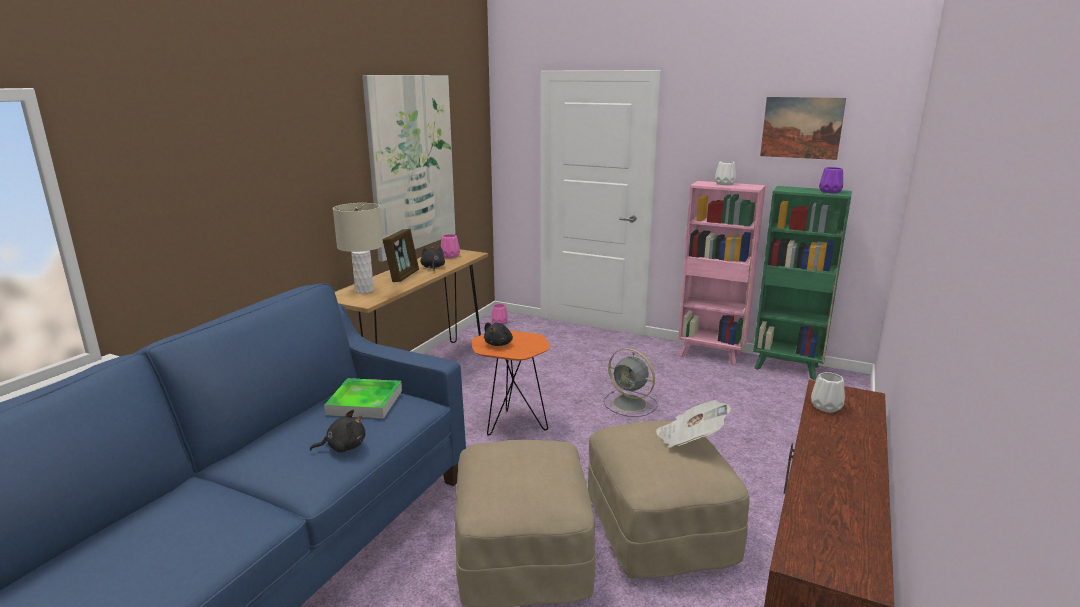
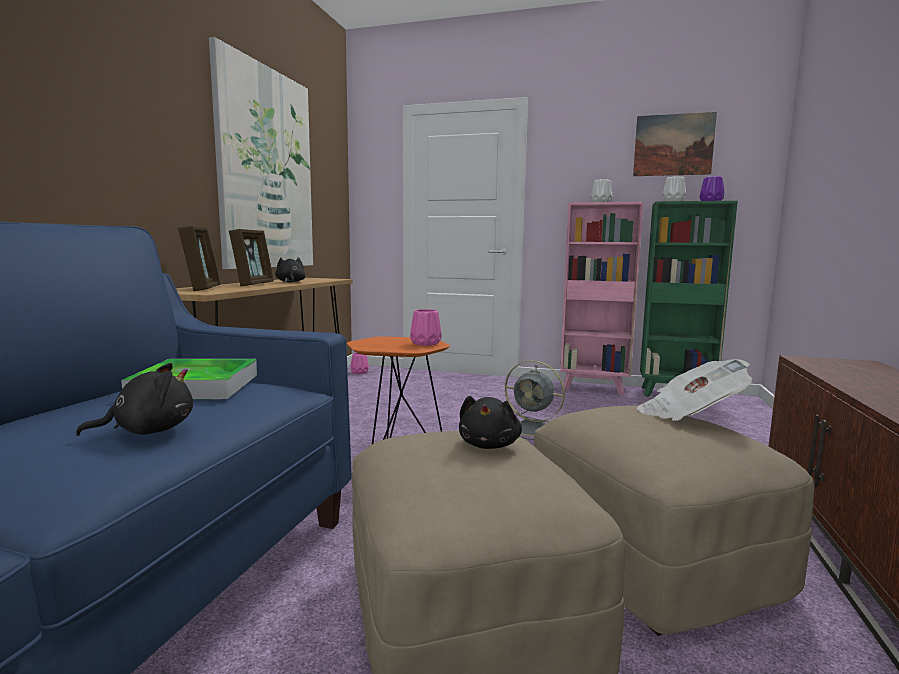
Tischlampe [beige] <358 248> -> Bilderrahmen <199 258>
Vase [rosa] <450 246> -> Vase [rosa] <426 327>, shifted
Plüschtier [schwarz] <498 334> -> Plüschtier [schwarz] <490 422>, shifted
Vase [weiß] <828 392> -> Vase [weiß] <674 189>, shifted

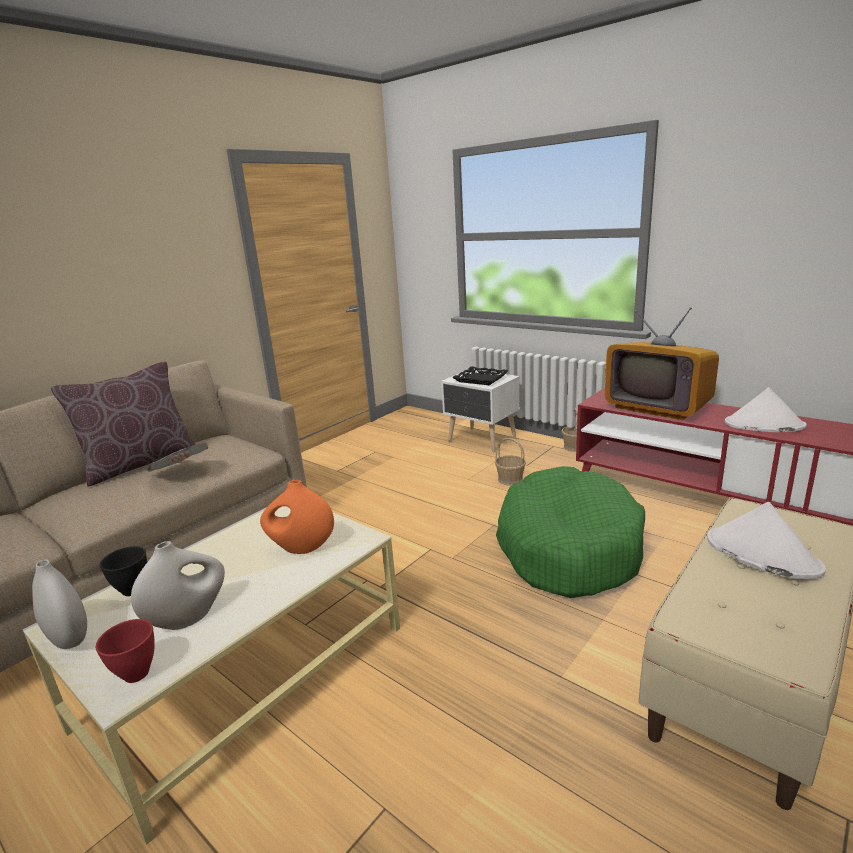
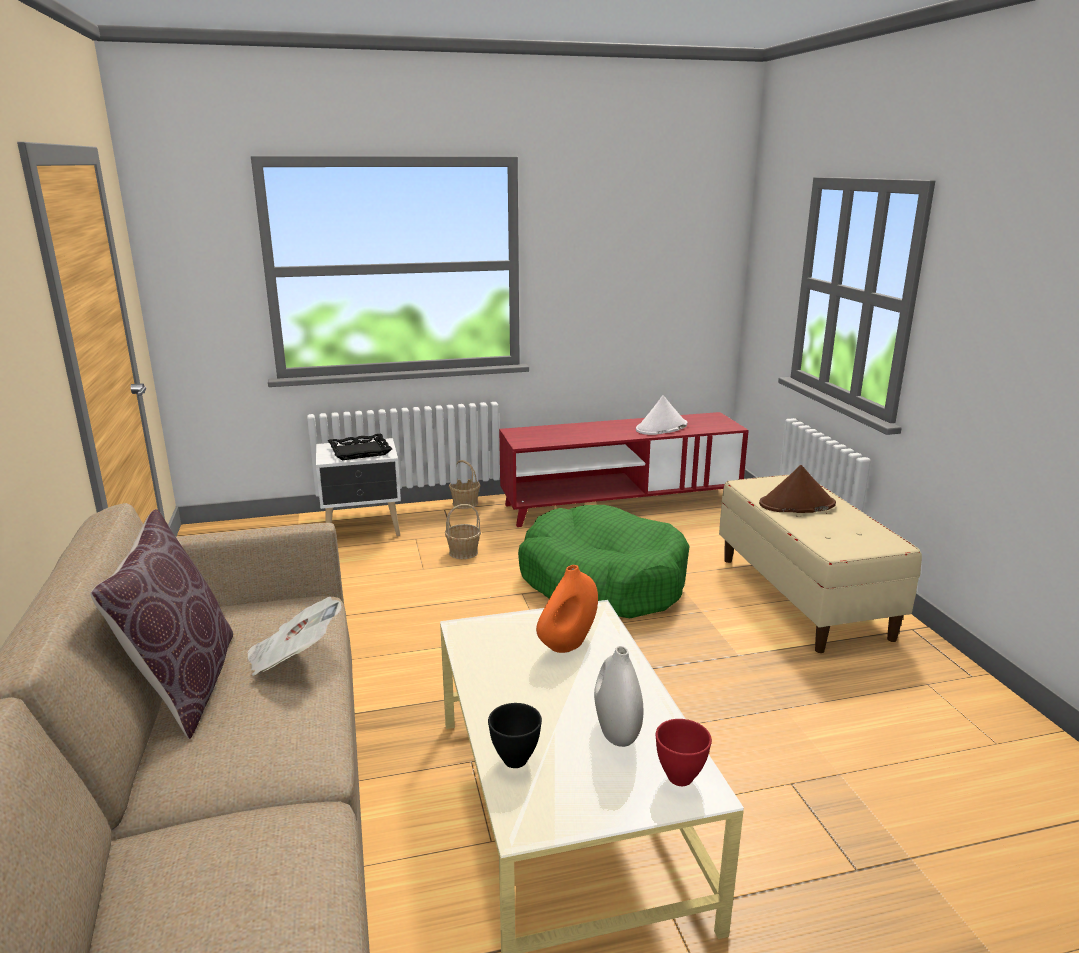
Fernseher <662 363> -> none
Hut [weiß] <766 540> -> Hut [braun] <797 489>
Vase [weiß] <59 604> -> none

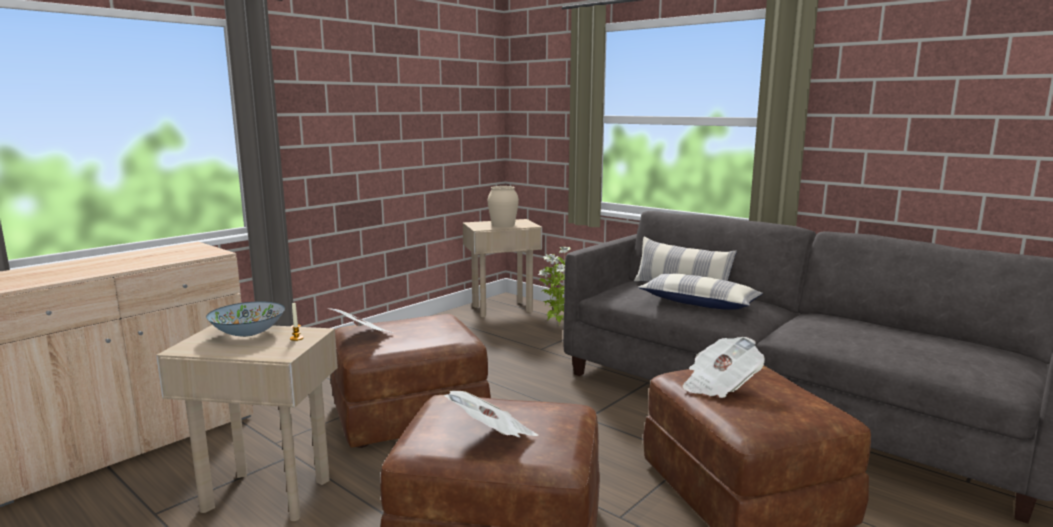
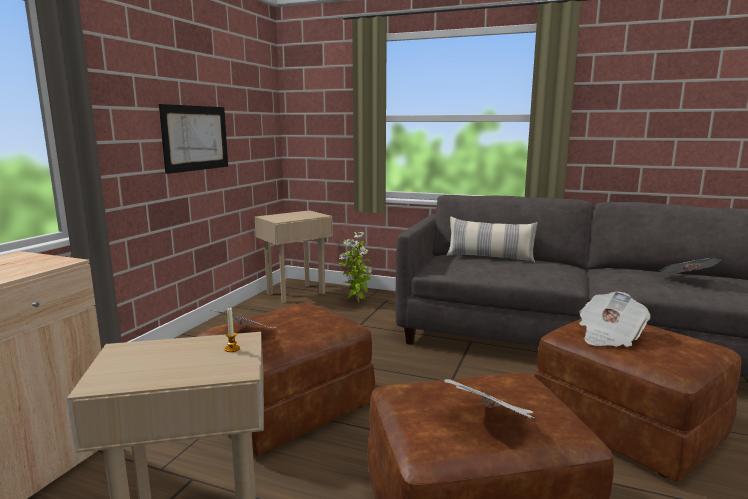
Vase [beige] <503 207> -> none
Kissen <700 292> -> none
Schüssel <245 319> -> none
none -> Bild <193 139>
none -> Zeitung <689 266>

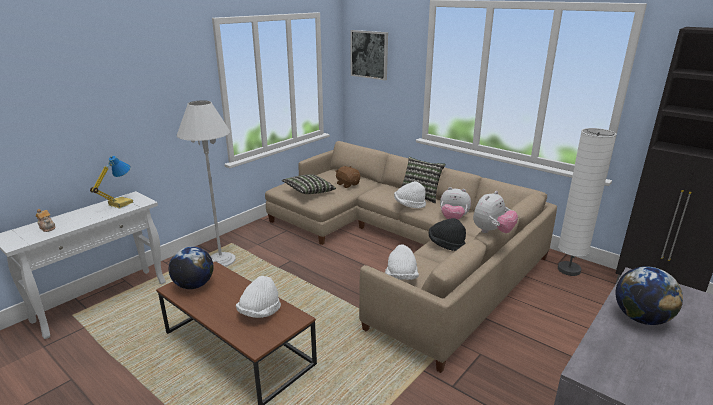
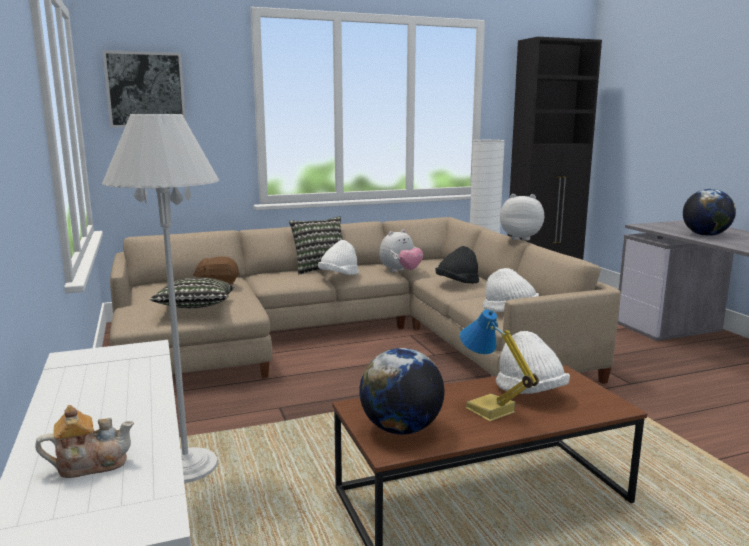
Tischlampe <112 182> -> Tischlampe <499 365>, shifted
Plüschtier <495 212> -> Plüschtier <522 217>, 60 degrees counterclockwise

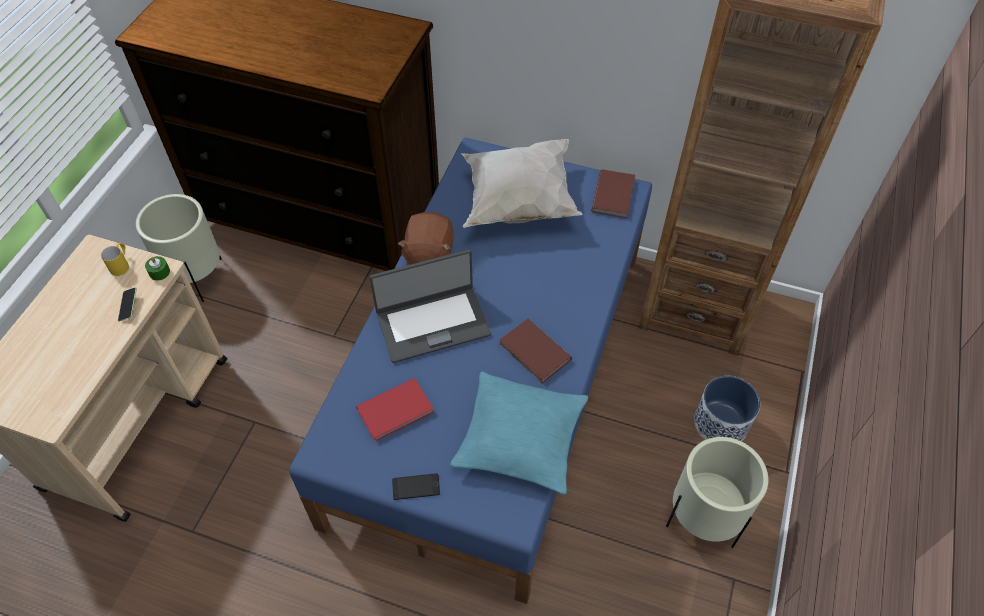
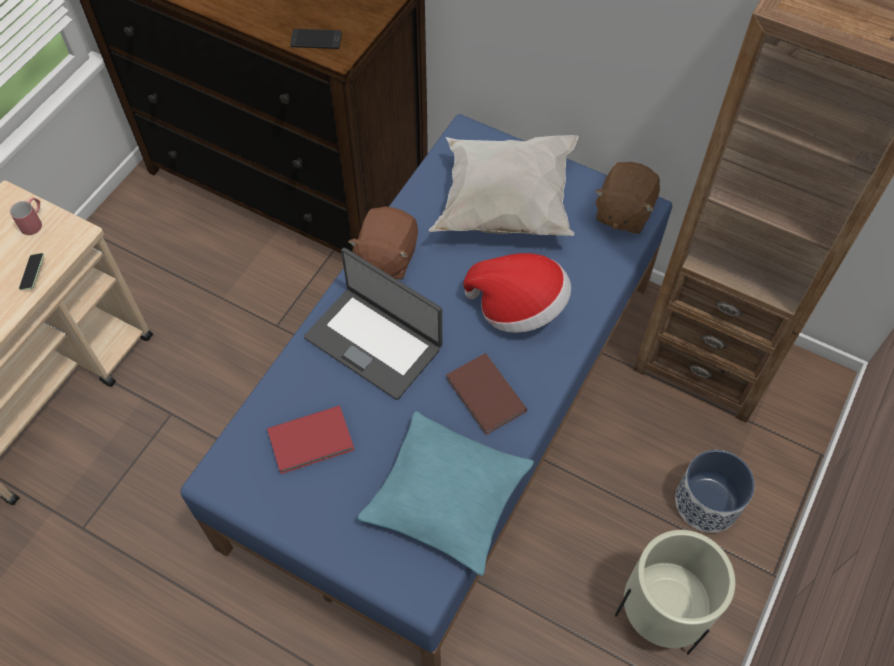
Buch [braun] <613 193> -> Plüschtier [braun] <627 198>
Pflanzkübel [beige] <179 248> -> none
Henkelbecher [gelb] <115 259> -> Henkelbecher [rot] <26 216>
Laptop <430 306> -> Laptop <373 324>, 45 degrees clockwise
Kerze [grün] <157 268> -> none
Handy <416 486> -> Handy <316 39>, shifted
none -> Hut <517 293>

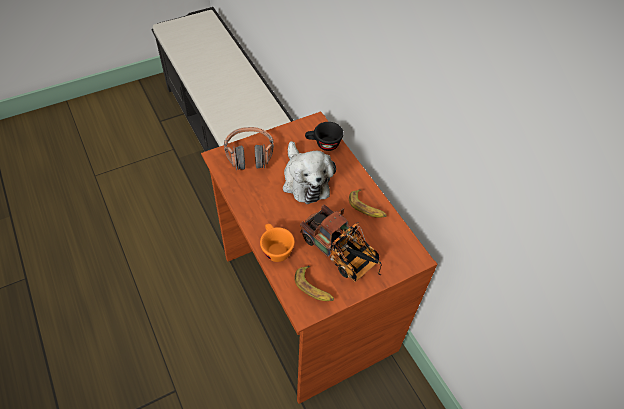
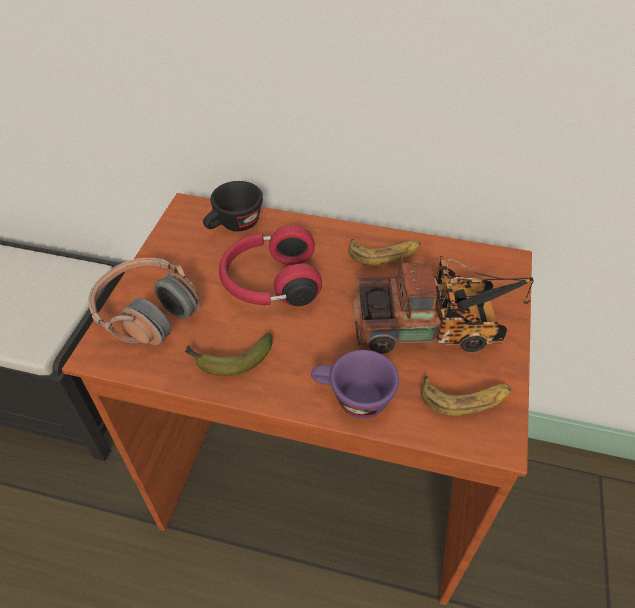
Plüschtier <309 172> -> Kopfhörer [rot] <270 265>
Tasse [orange] <277 243> -> Tasse [lila] <355 384>
none -> Banane <229 354>

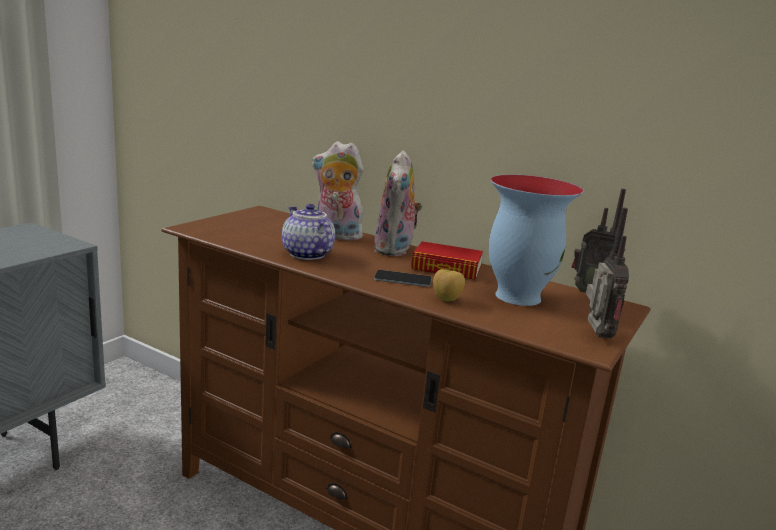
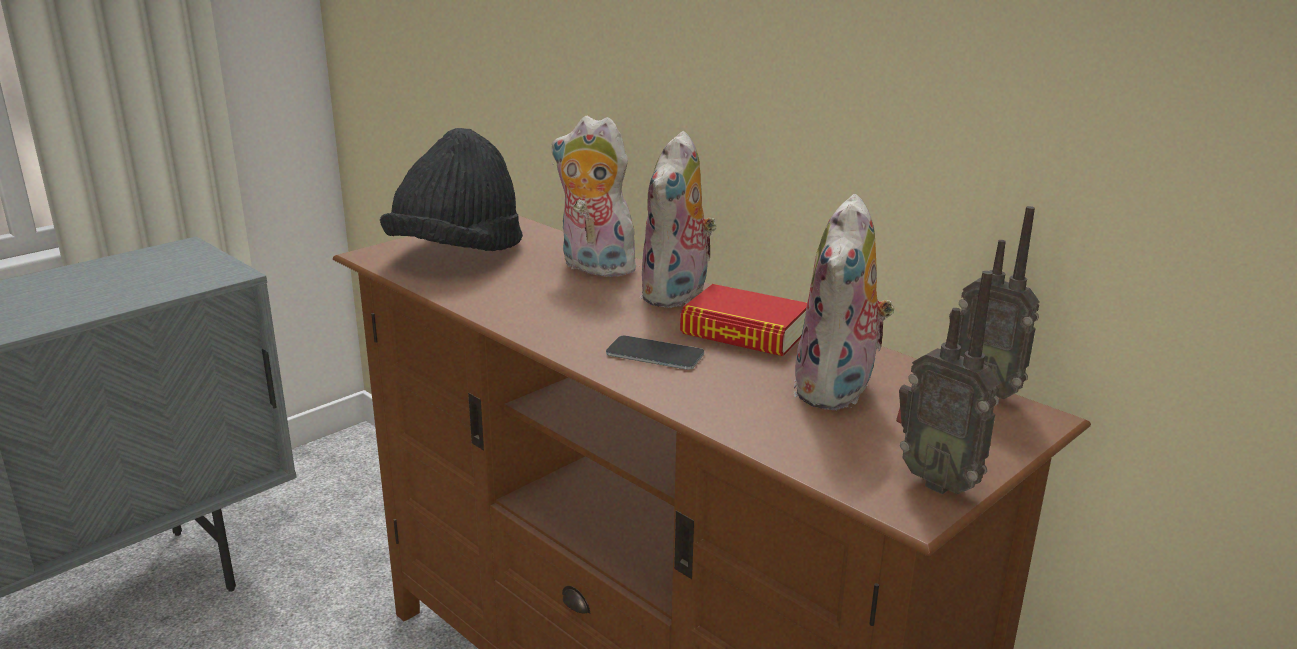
Vase <536 240> -> Plüschtier <844 302>
Teekanne <308 232> -> none
Radio <607 272> -> Radio <948 382>, 120 degrees clockwise
Apfel <449 285> -> none
none -> Hut [schwarz] <451 189>

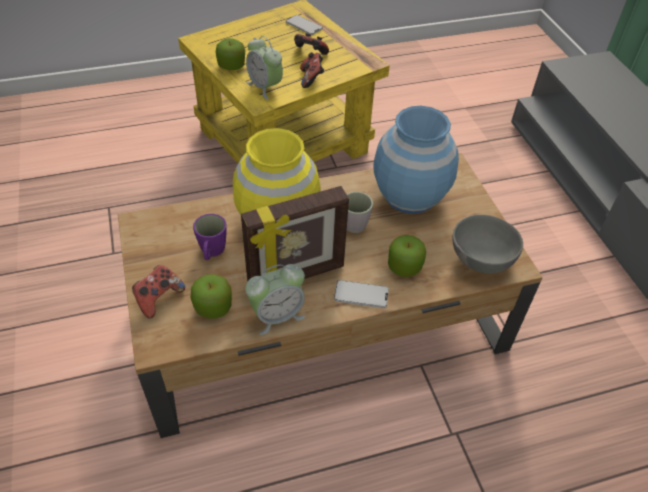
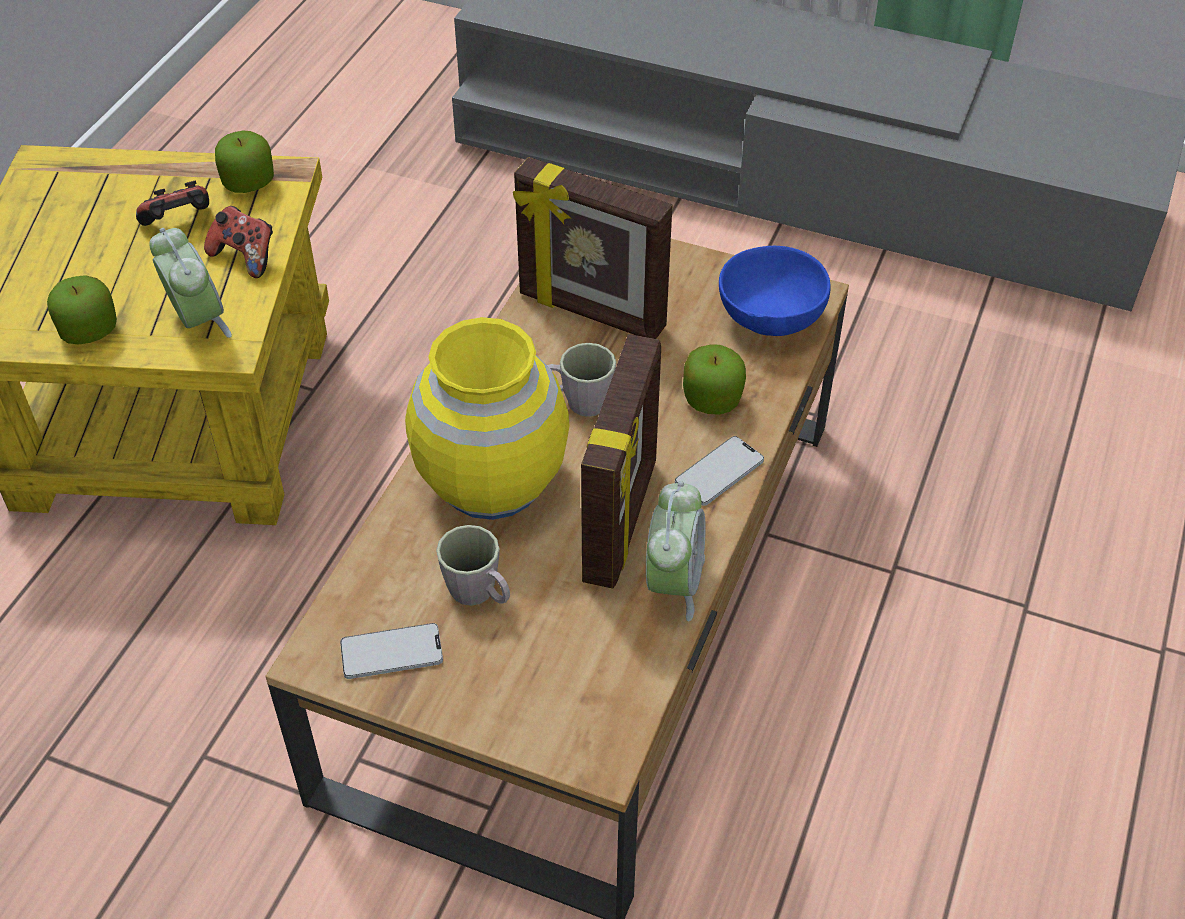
Handy <304 25> -> Handy <391 651>, shifted
Wecker <264 68> -> Wecker <190 283>, 120 degrees counterclockwise
Vase [blau] <416 160> -> Bilderrahmen <592 248>
Henkelbecher [lila] <210 237> -> Henkelbecher [grau] <473 565>
Schüssel [grau] <487 244> -> Schüssel [blau] <775 291>
Gamepad <158 291> -> none
Apfel <211 296> -> Apfel <244 162>, shifted

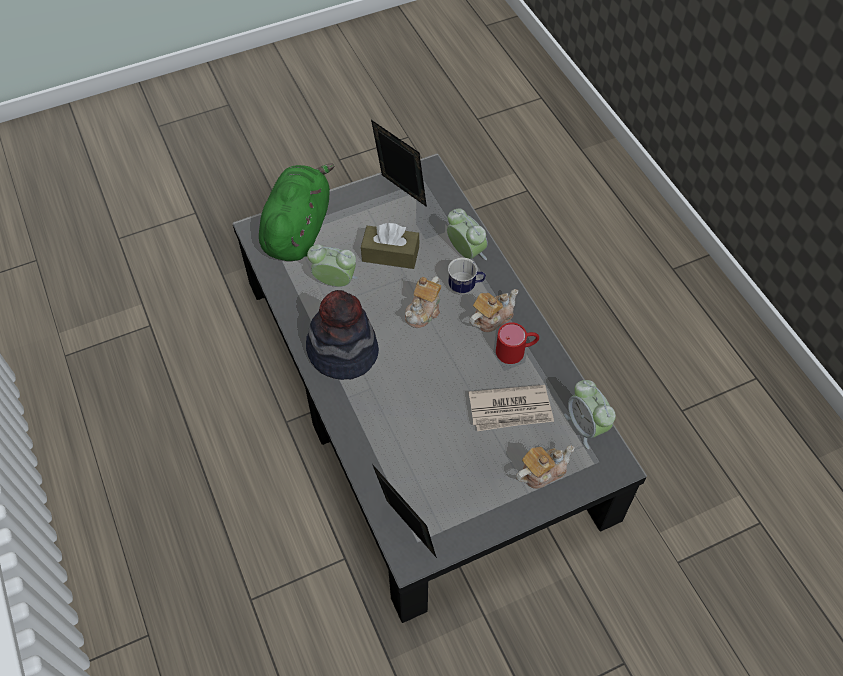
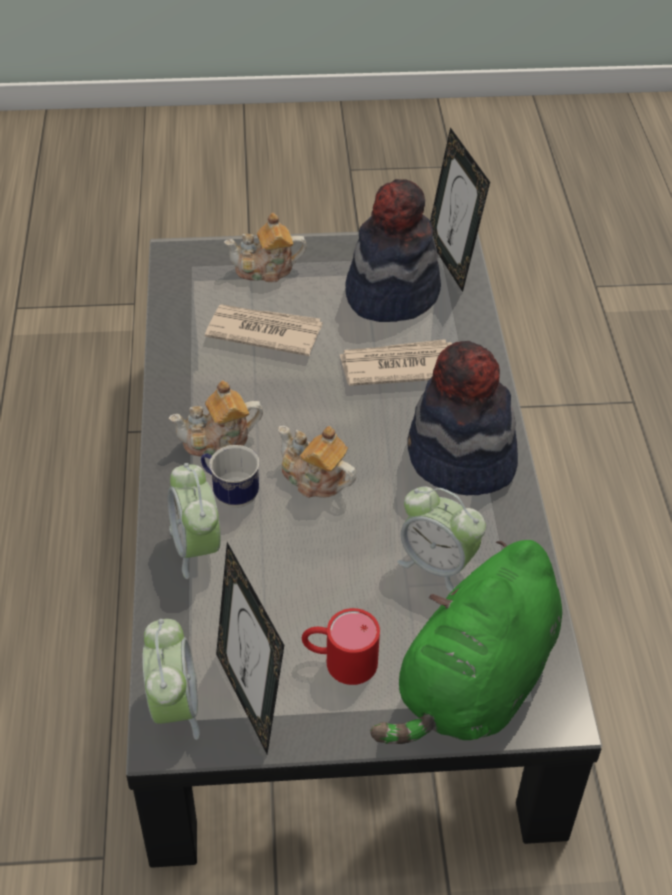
Taschentuchbox [braun] <390 246> -> none
Teekanne <423 302> -> Teekanne <317 462>, 105 degrees counterclockwise
Henkelbecher [rot] <517 343> -> Henkelbecher [rot] <341 646>, shifted
Wecker <590 414> -> Wecker <171 679>, shifted
none -> Hut <393 250>
none -> Zeitung <396 362>

